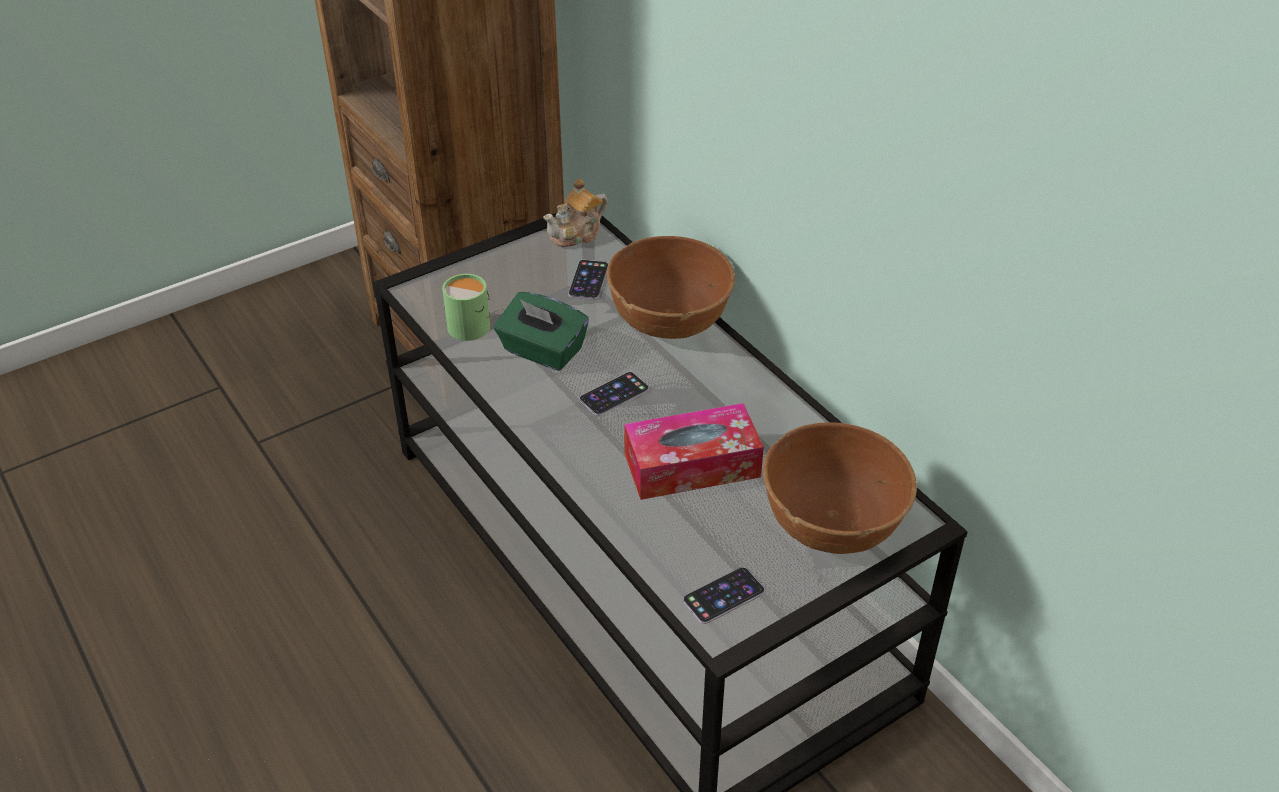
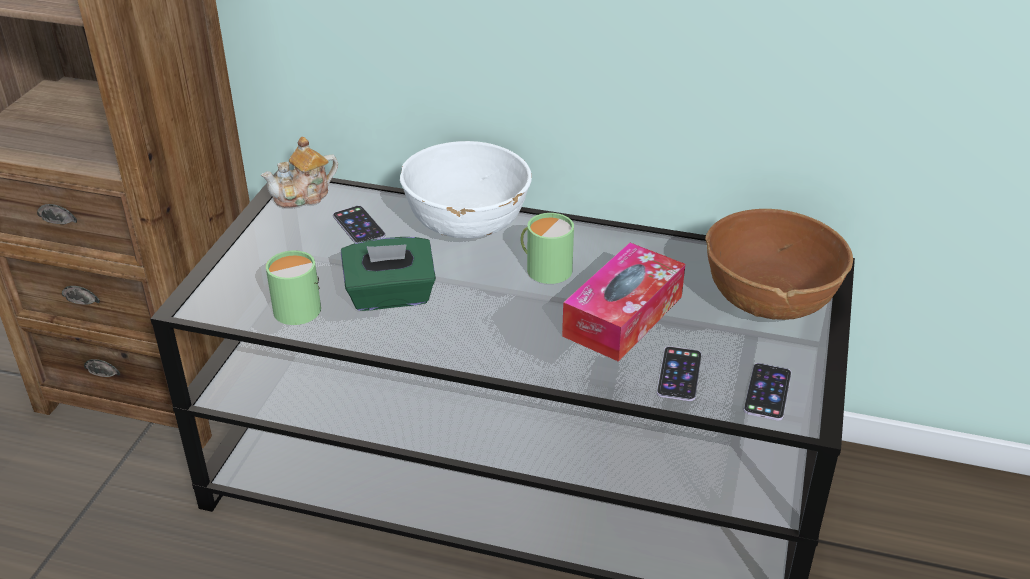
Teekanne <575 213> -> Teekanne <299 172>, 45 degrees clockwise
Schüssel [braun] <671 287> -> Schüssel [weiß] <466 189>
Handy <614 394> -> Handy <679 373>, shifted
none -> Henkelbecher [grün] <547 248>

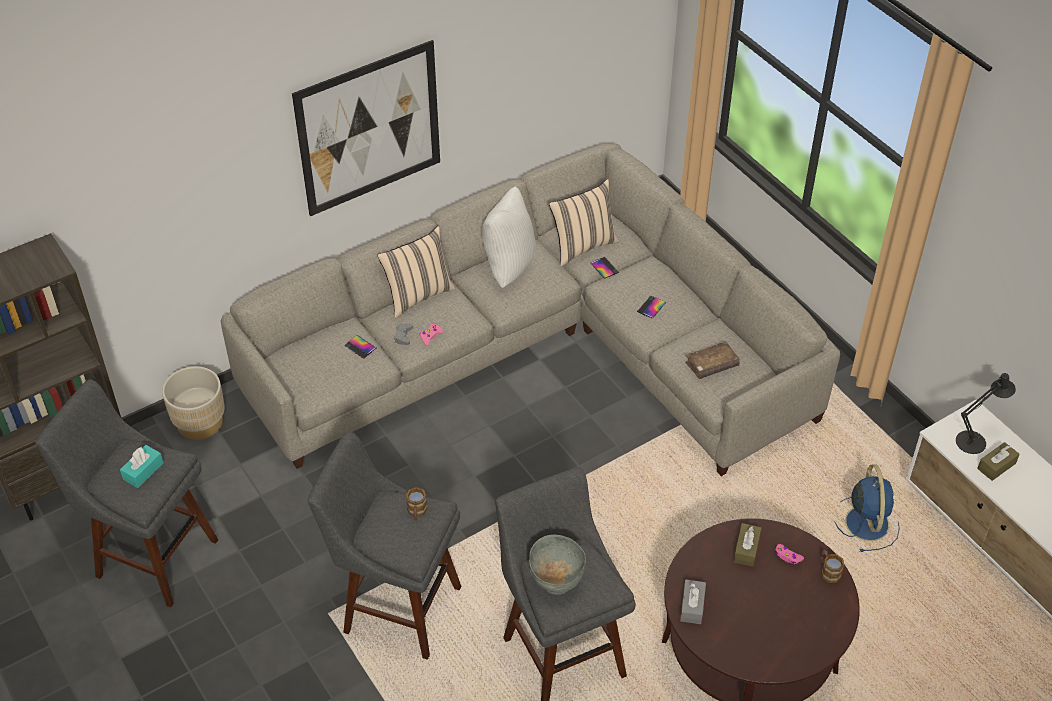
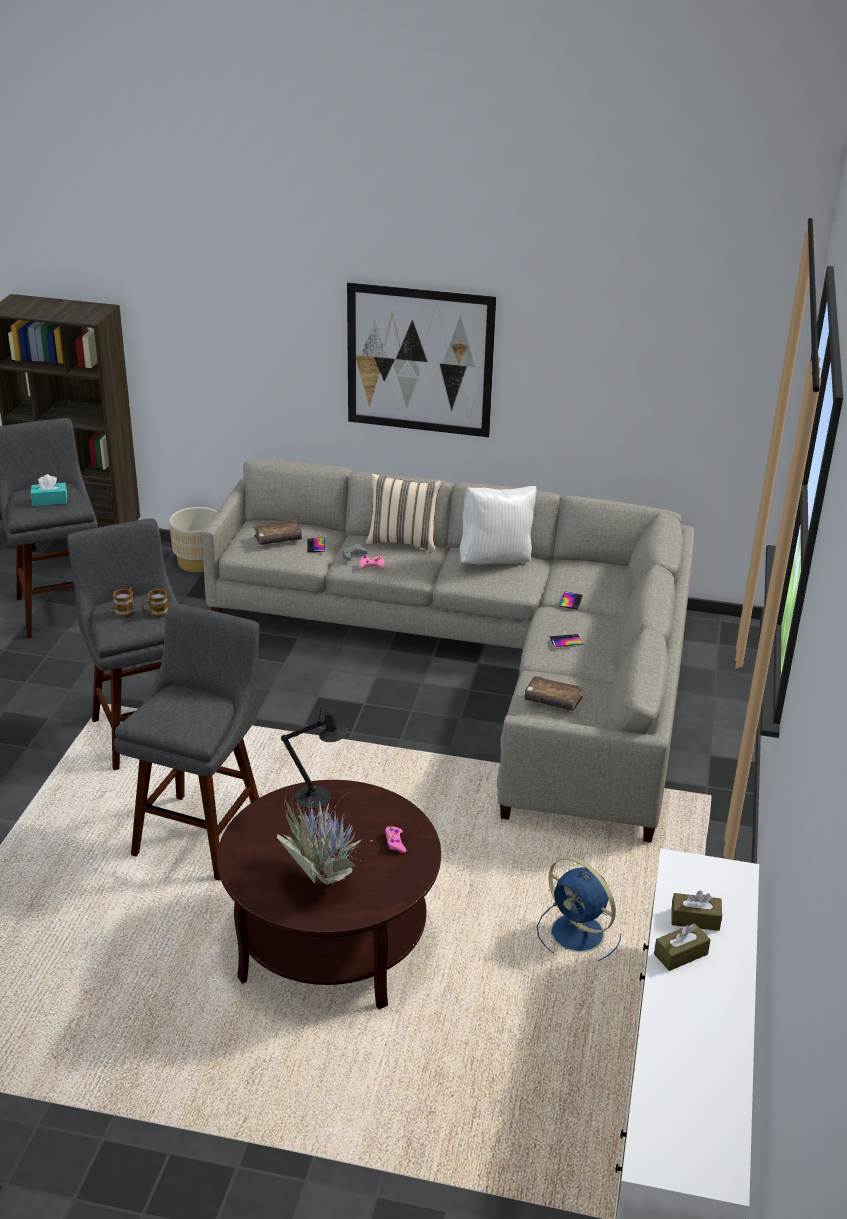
Kissen [beige] <584 222> -> none
Tischlampe [schwarz] <986 413> -> Tischlampe [schwarz] <314 757>, shifted
Ventilator [blau] <867 508> -> Ventilator [blau] <579 909>, 90 degrees clockwise
Taschentuchbox [braun] <747 545> -> Taschentuchbox [braun] <682 947>, shifted
Schüssel [grau] <557 565> -> none
Henkelbecher <832 566> -> Henkelbecher <123 602>, shifted
Taschentuchbox [grau] <693 602> -> none
none -> Buch [braun] <277 532>
none -> Topfpflanze <324 831>

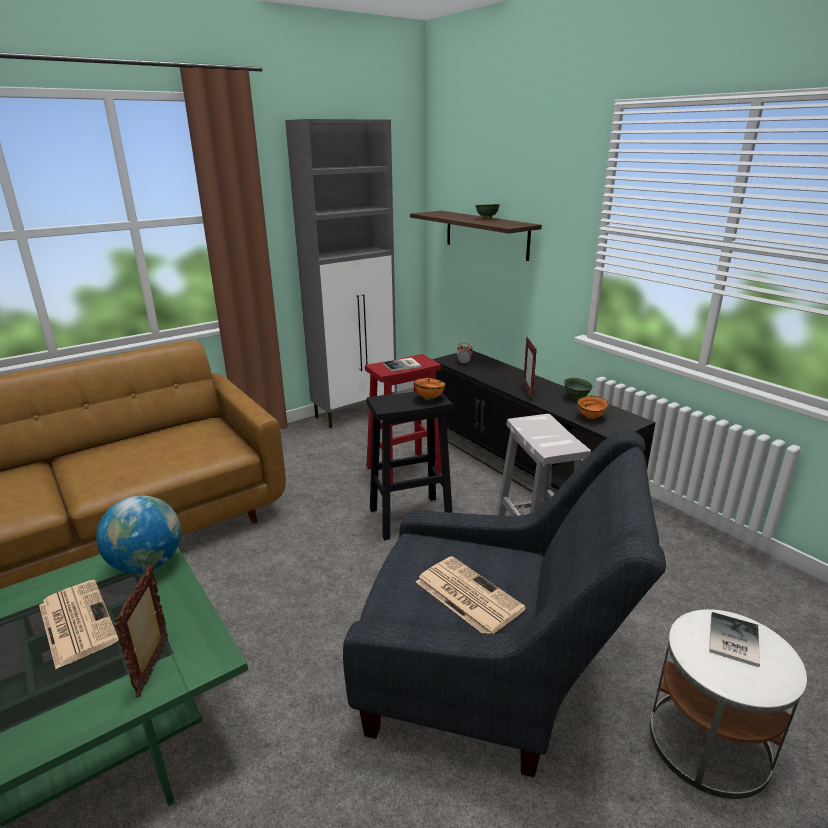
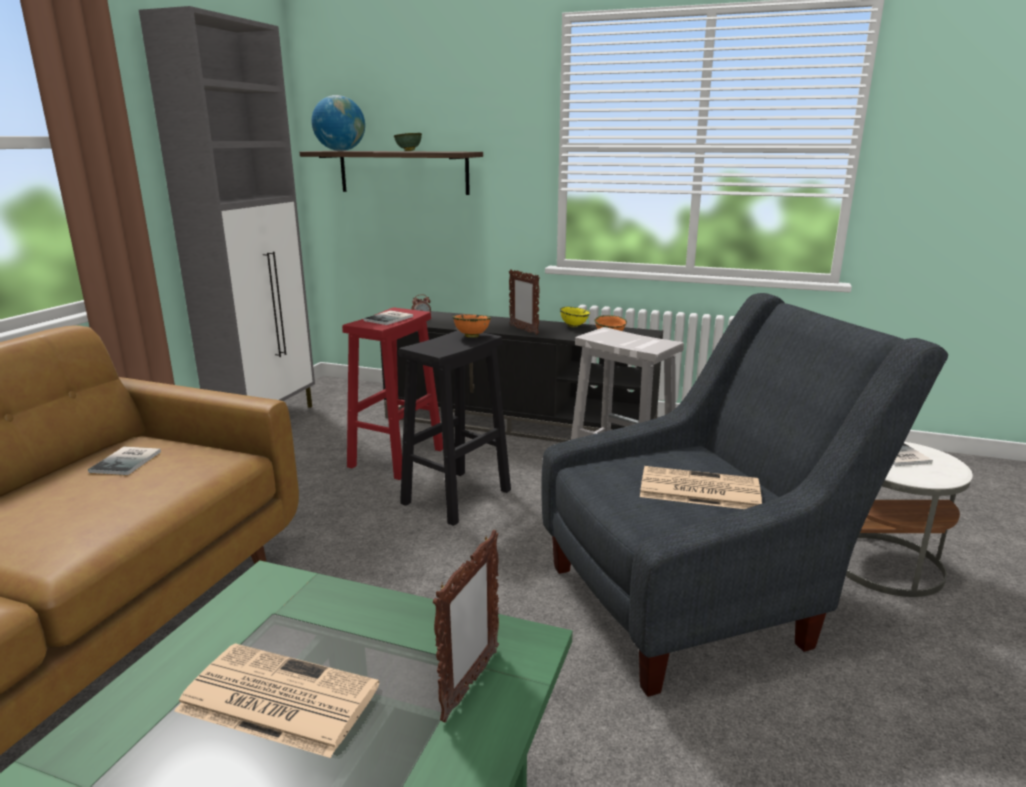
Schüssel [grün] <578 388> -> Schüssel [gelb] <575 317>
Globus <138 534> -> Globus <338 123>, shifted
Bilderrahmen <141 632> -> Bilderrahmen <466 626>, 120 degrees counterclockwise
none -> Buch <124 461>

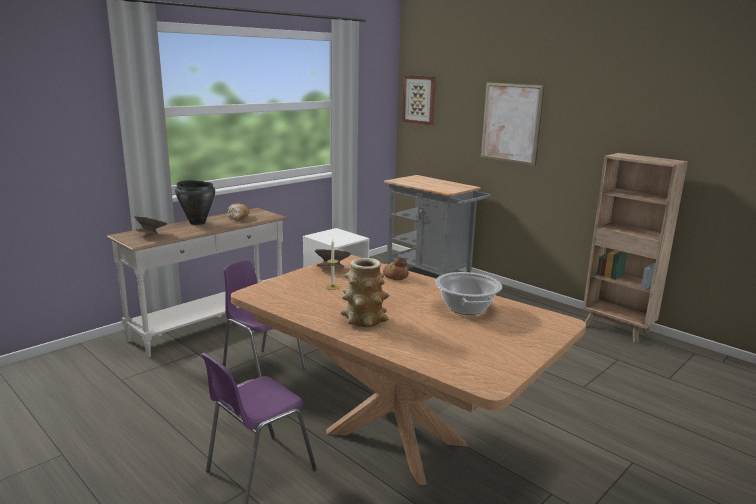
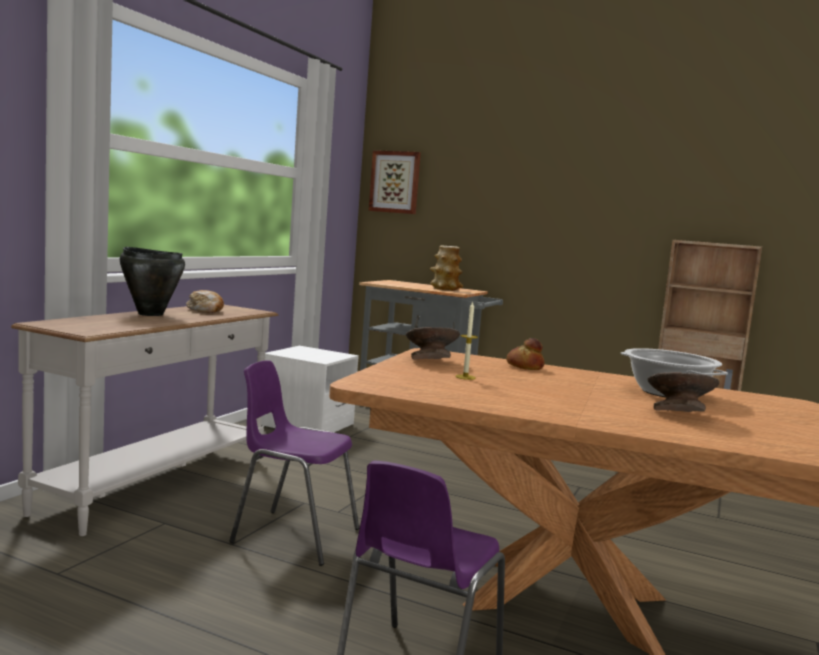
Bild <512 124> -> none
Schüssel [grau] <150 224> -> Schüssel [grau] <683 392>, shifted
Vase <365 292> -> Vase <446 268>, shifted

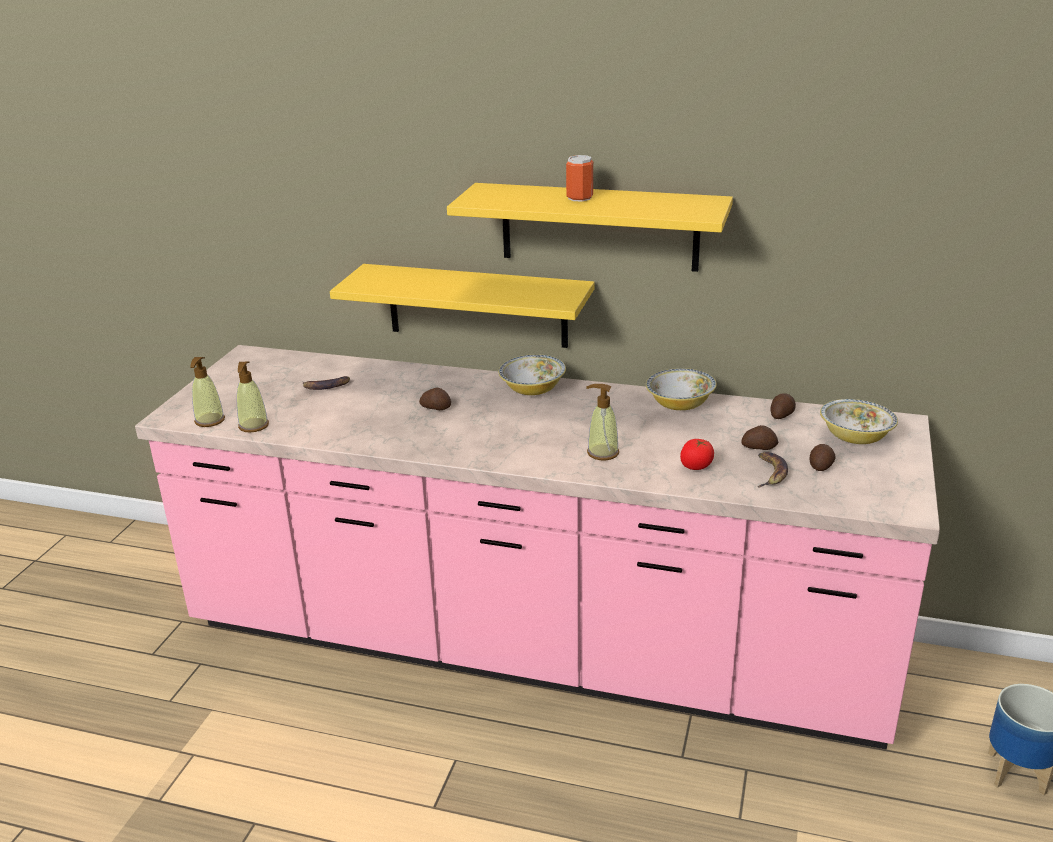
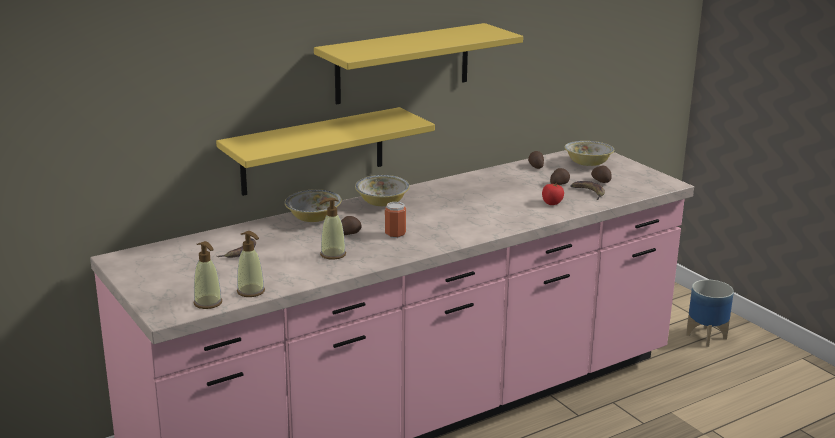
Dose <579 178> -> Dose <395 220>, shifted
Schüssel <681 389> -> Schüssel <313 205>, shifted
Seifenspender <602 422> -> Seifenspender <332 228>, shifted

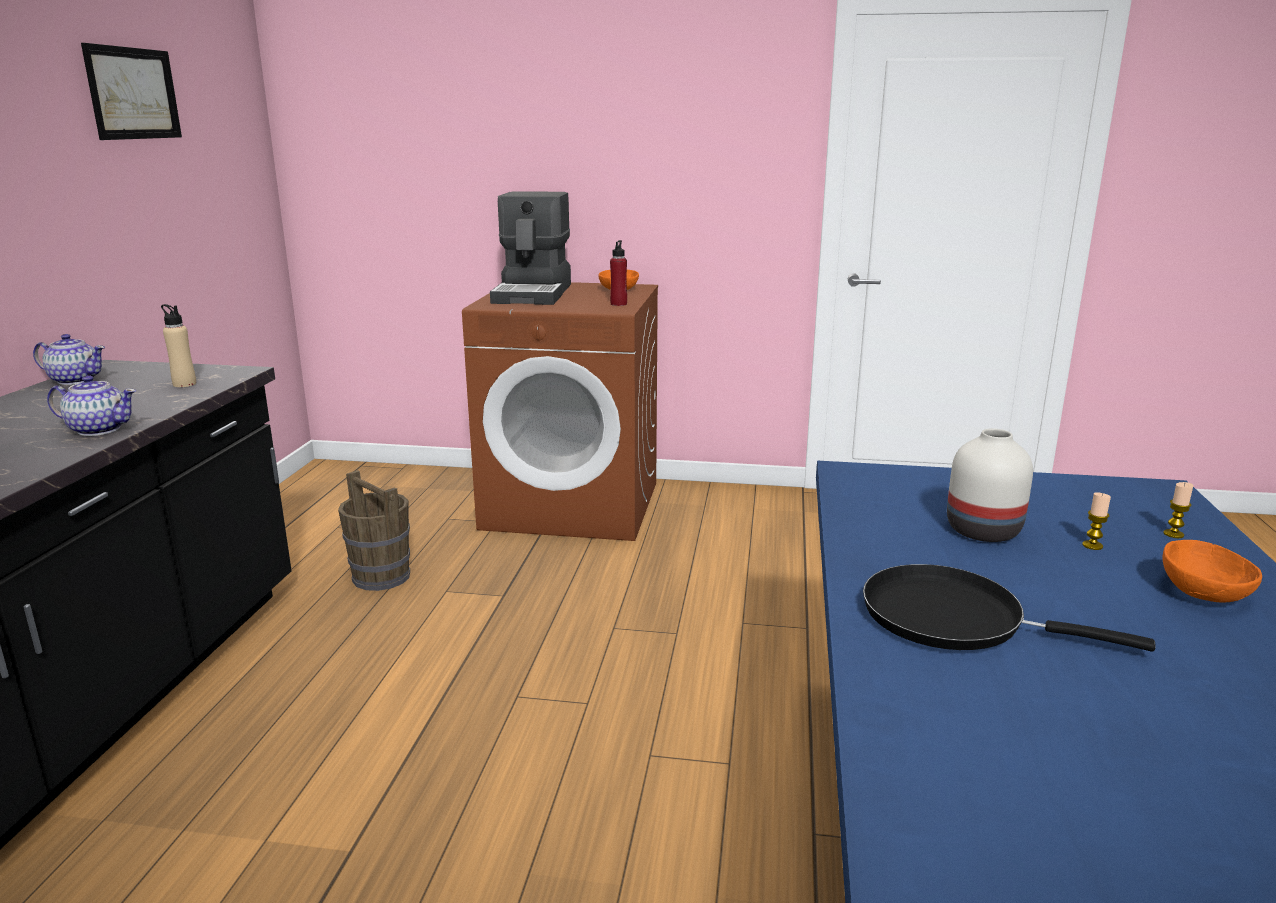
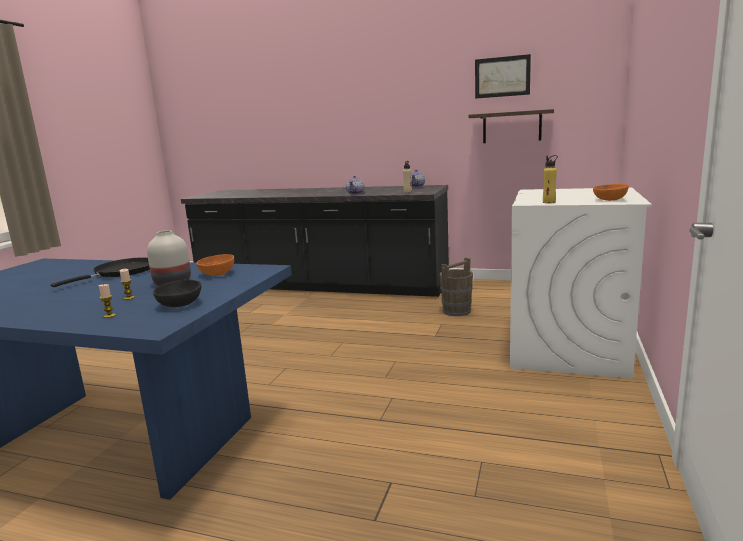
Kaffeemaschine <530 248> -> none
Flasche [rot] <618 273> -> Flasche [gelb] <550 179>
Waschmaschine [braun] <560 411> -> Waschmaschine [weiß] <581 283>
Schüssel [orange] <1212 571> -> Schüssel [orange] <215 265>, shifted
none -> Wandregal <511 126>
none -> Schüssel [schwarz] <177 293>

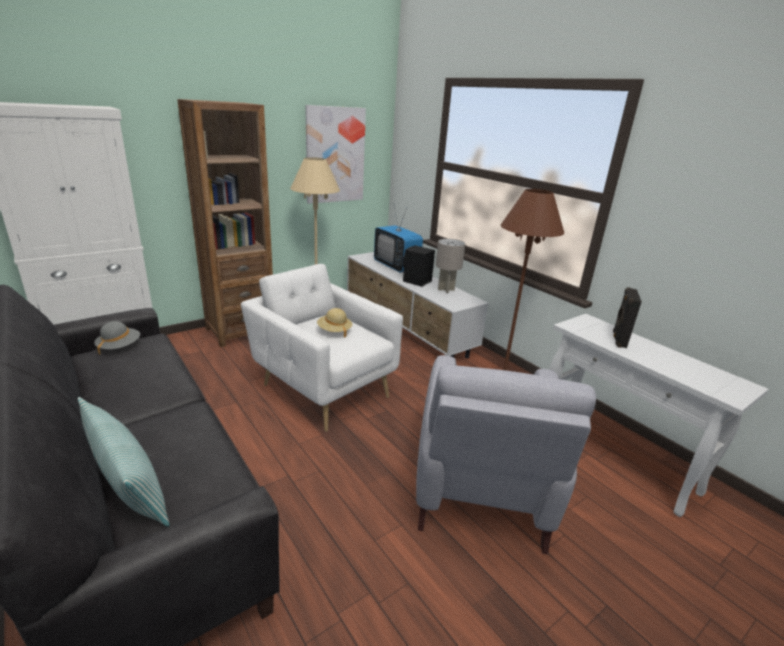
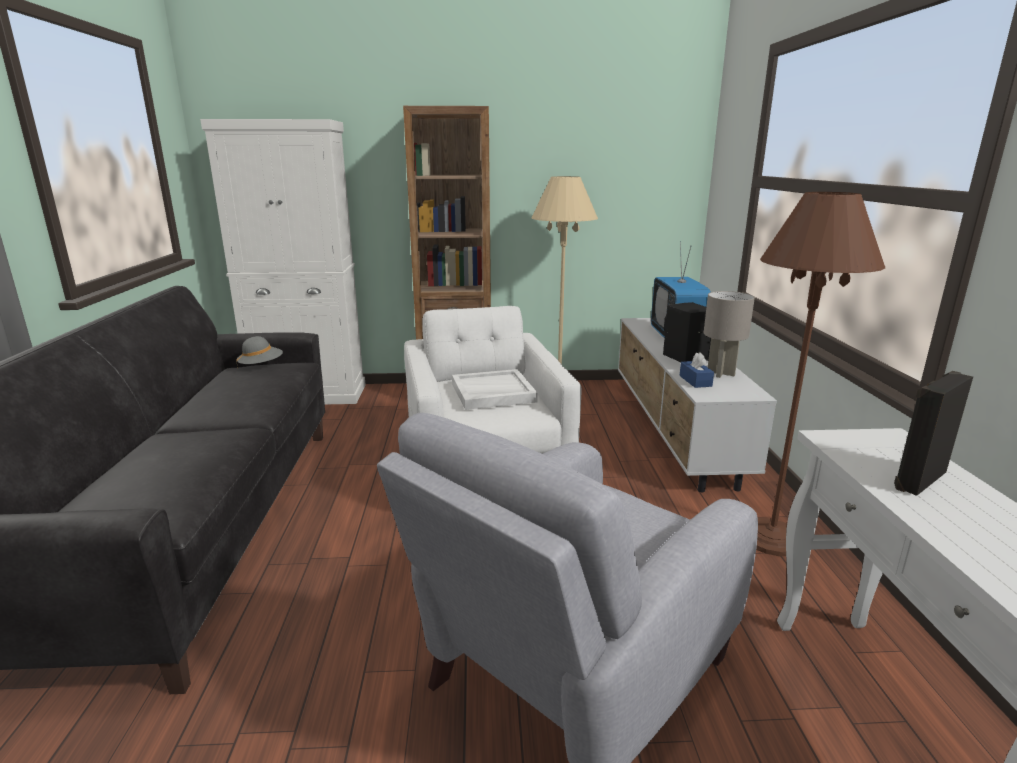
Bild <335 154> -> none
Hut [beige] <335 323> -> Tablett [weiß] <495 389>
Kissen <124 462> -> none
none -> Taschentuchbox [blau] <696 370>

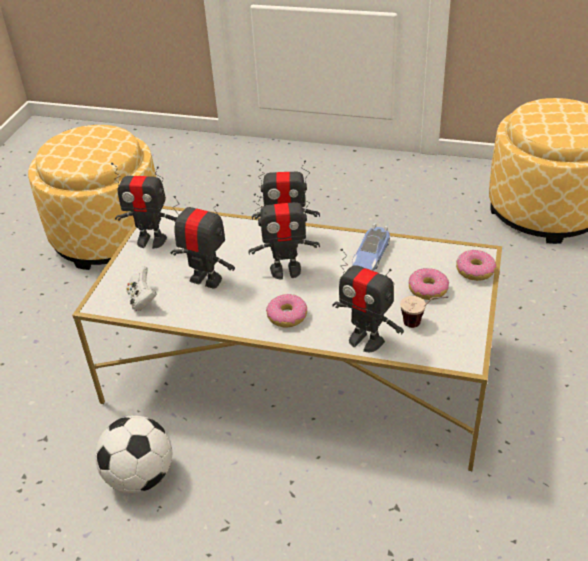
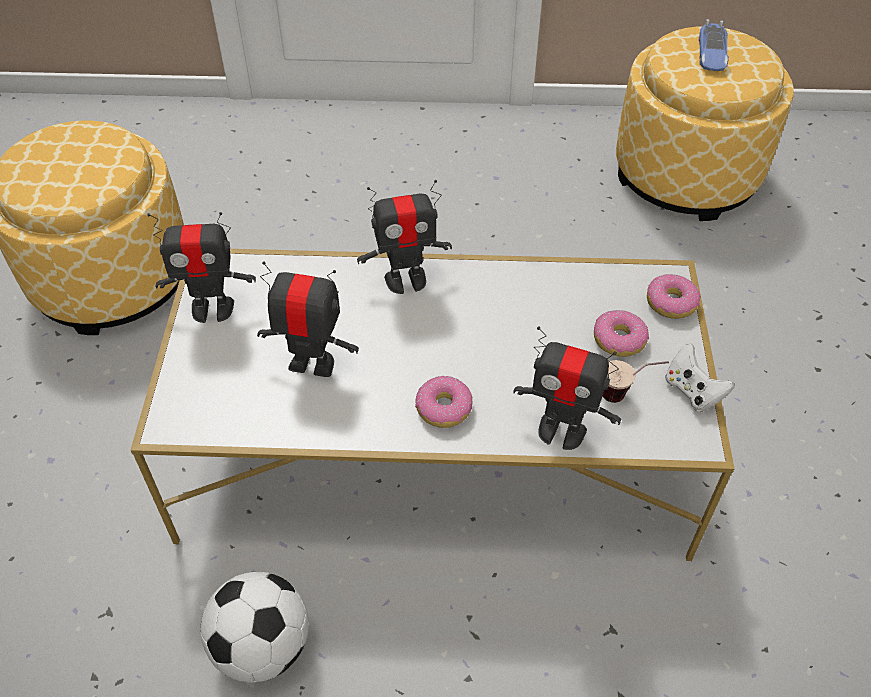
Spielzeugroboter <284 235> -> none
Spielzeugauto <371 247> -> Spielzeugauto <714 45>, shifted
Gamepad [weiß] <141 288> -> Gamepad [weiß] <699 377>, shifted

